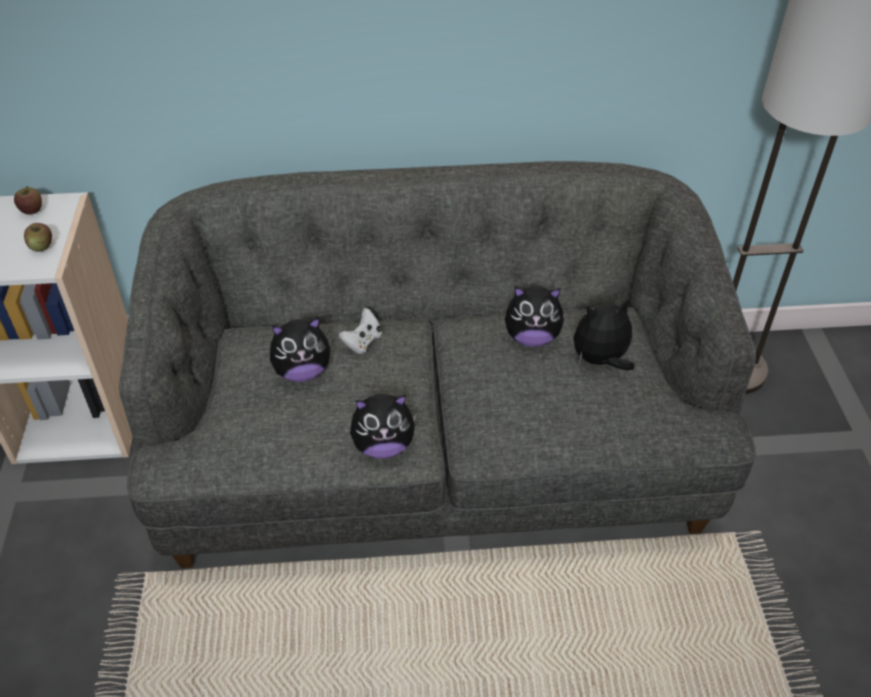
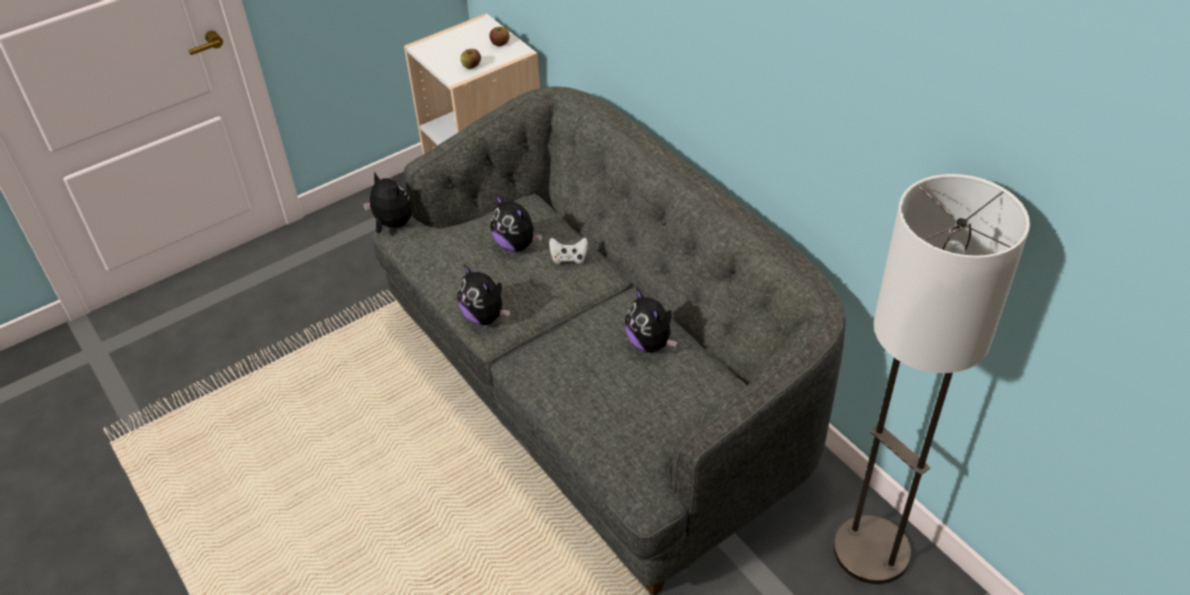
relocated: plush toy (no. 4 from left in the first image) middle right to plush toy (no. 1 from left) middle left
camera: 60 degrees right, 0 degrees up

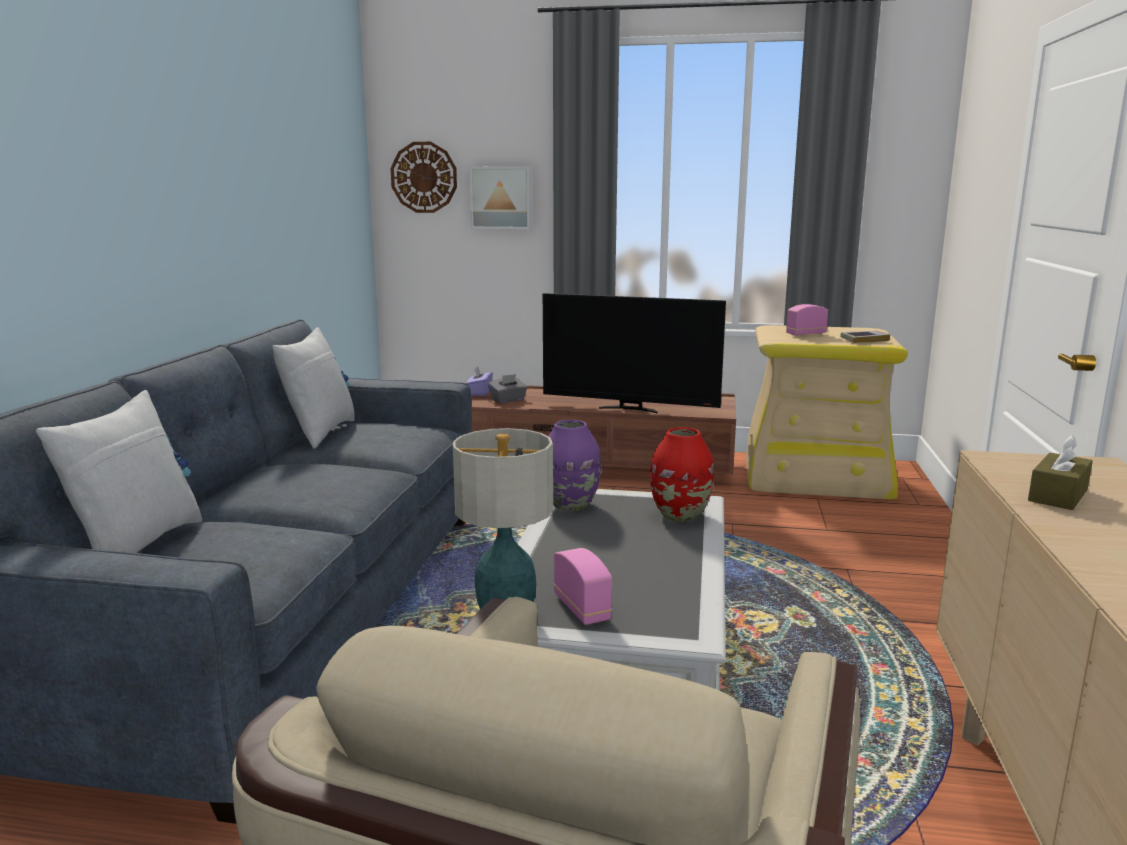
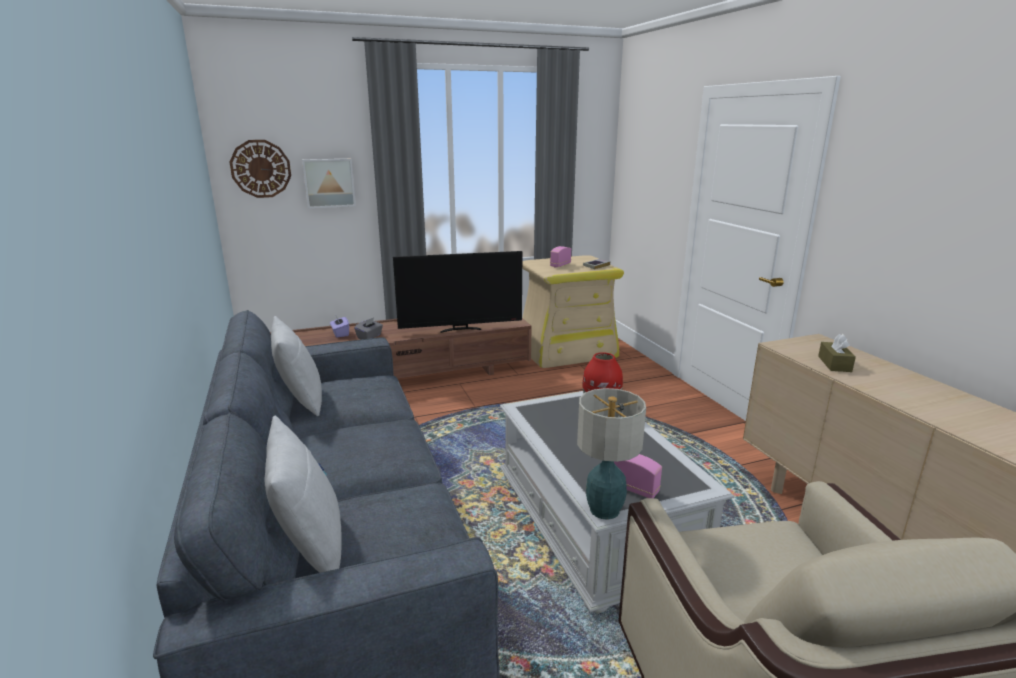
missing: vase (purple) centre
camera: 30 degrees left, 5 degrees up

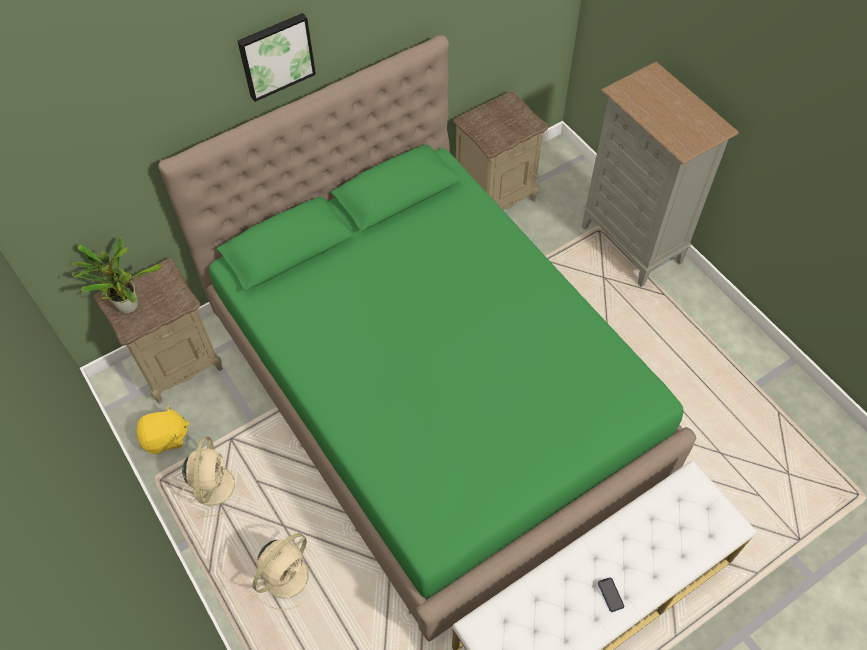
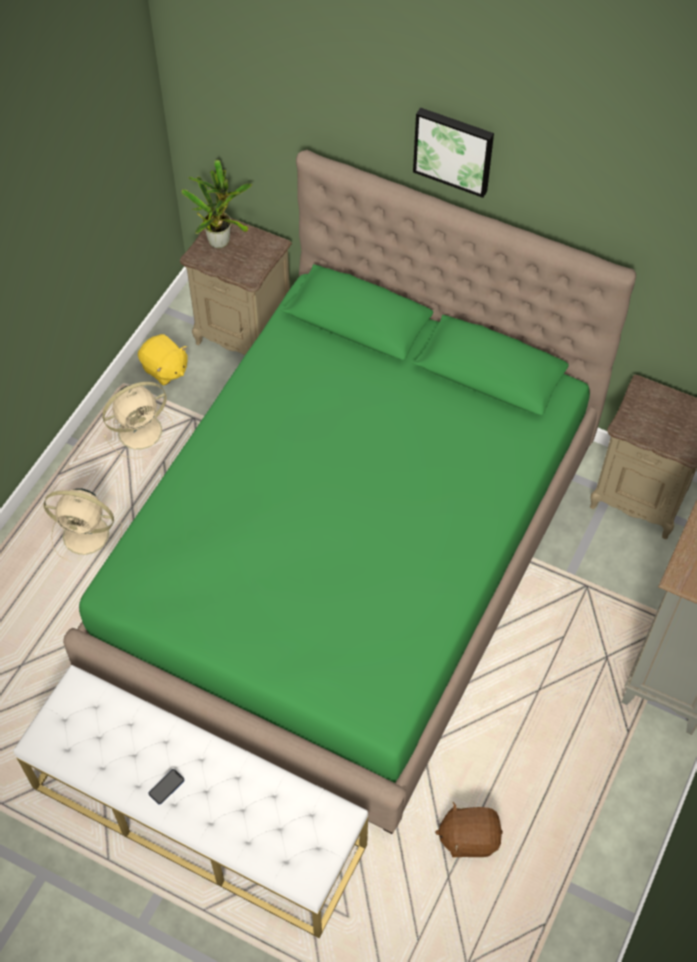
appeared: plush toy (brown) bottom right
camera: 60 degrees right, 0 degrees up

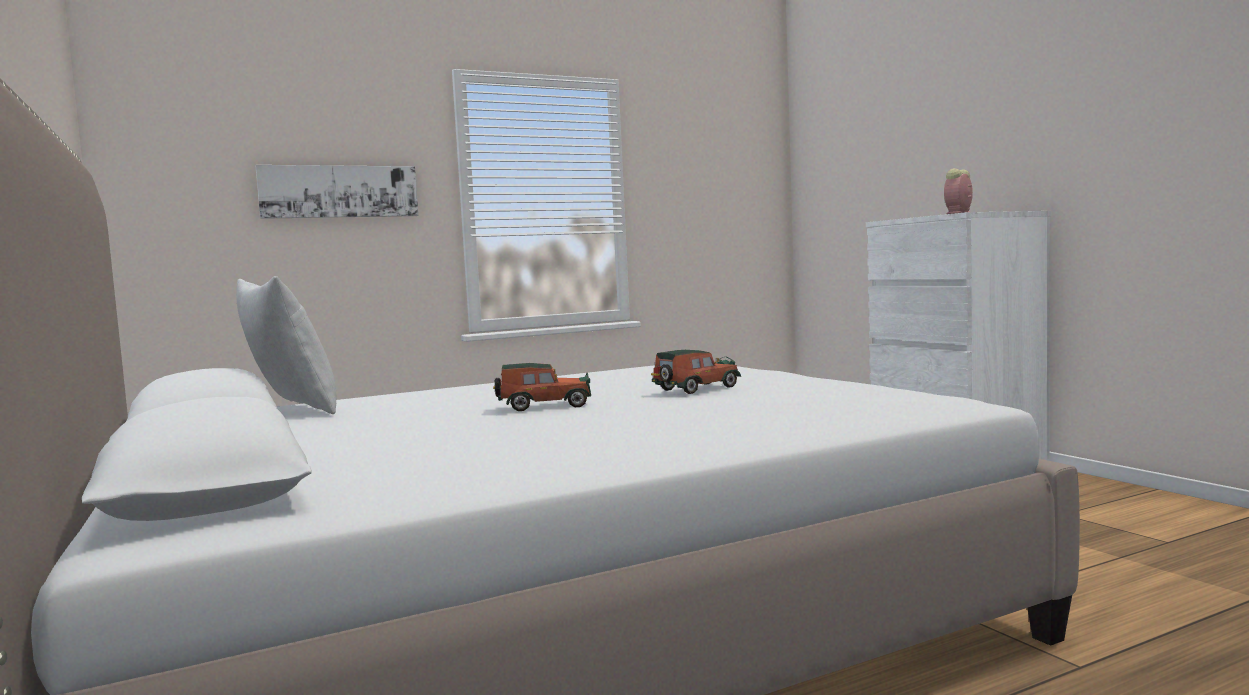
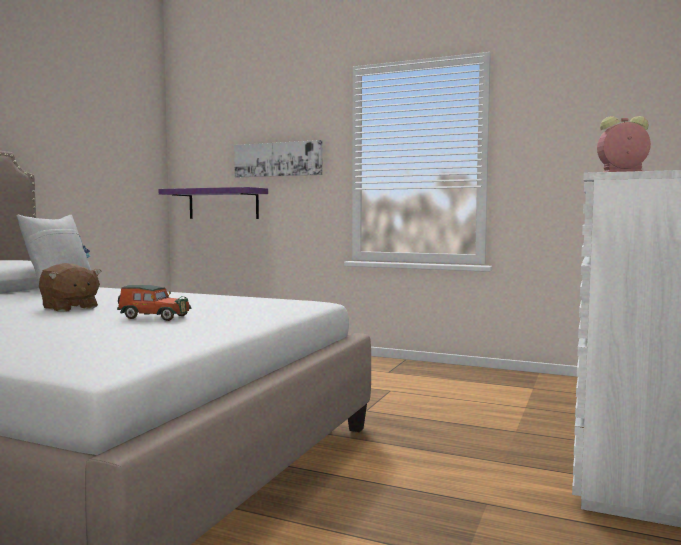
appeared: shelf (purple) middle left
exchanged: toy car (no. 1 from left) centre to plush toy (brown) middle left
camera: 50 degrees right, 0 degrees up

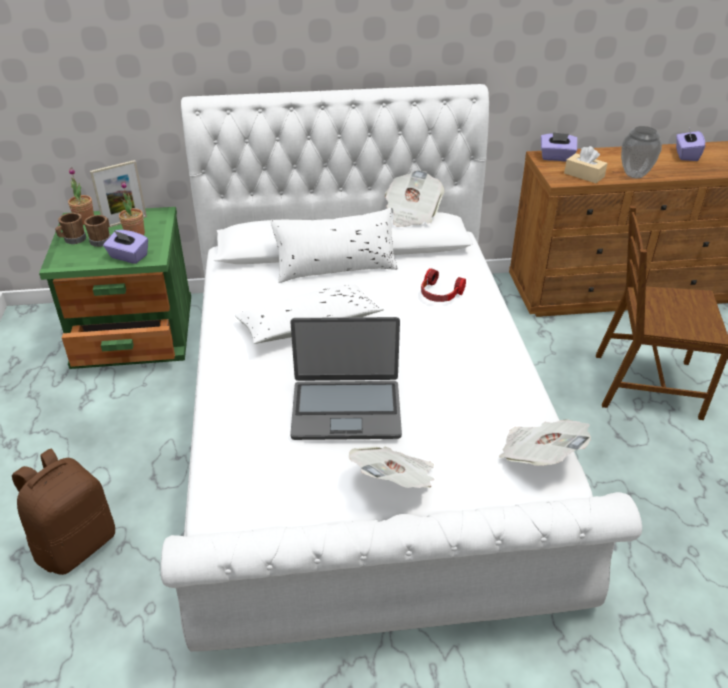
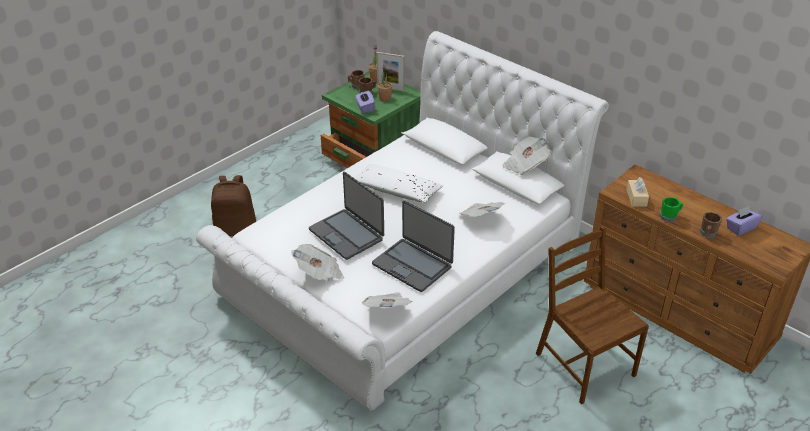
missing: pillow (white) (no. 2 from left) centre; tissue box (purple) (no. 2 from left) top right
appeared: laptop (no. 2 from left) centre; mug (brown) (no. 3 from left) middle right
exchanged: headphones centre to newspaper (no. 3 from left) centre; vase top right to mug (green) middle right
camera: 50 degrees right, 0 degrees up

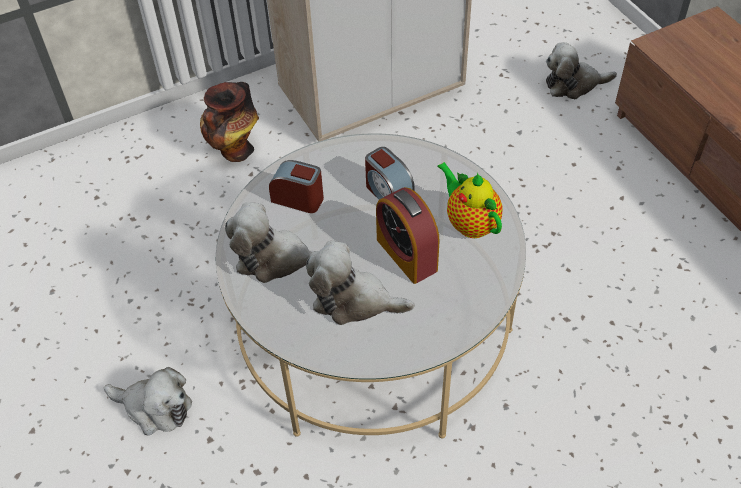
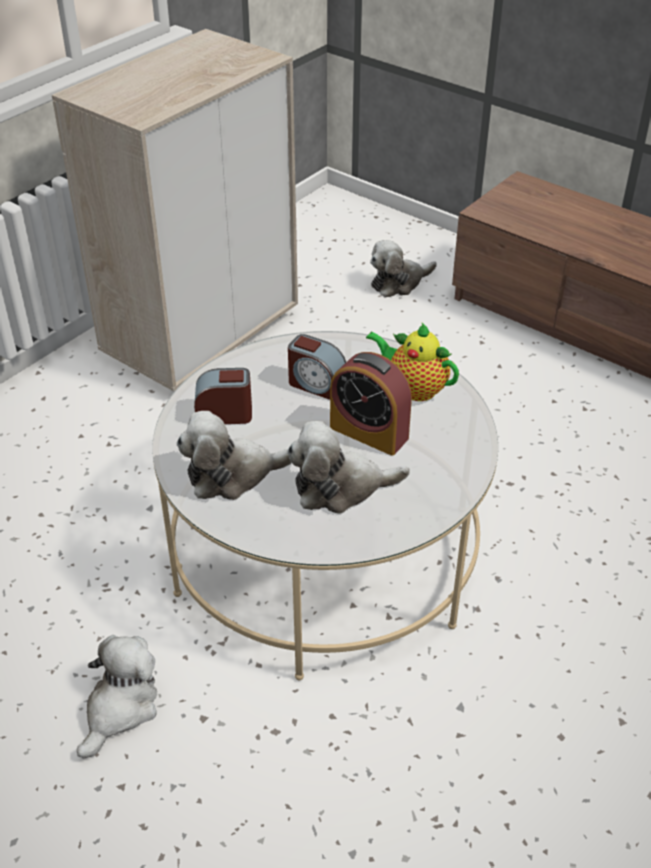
missing: vase top left
spun: plush toy (no. 1 from left) bottom left = bottom left 60 degrees counterclockwise
camera: 25 degrees left, 10 degrees down

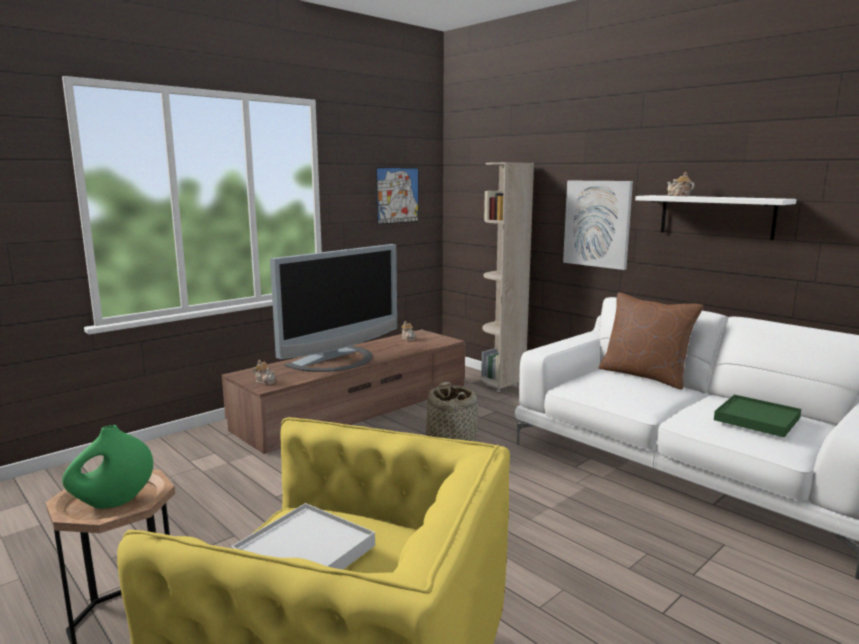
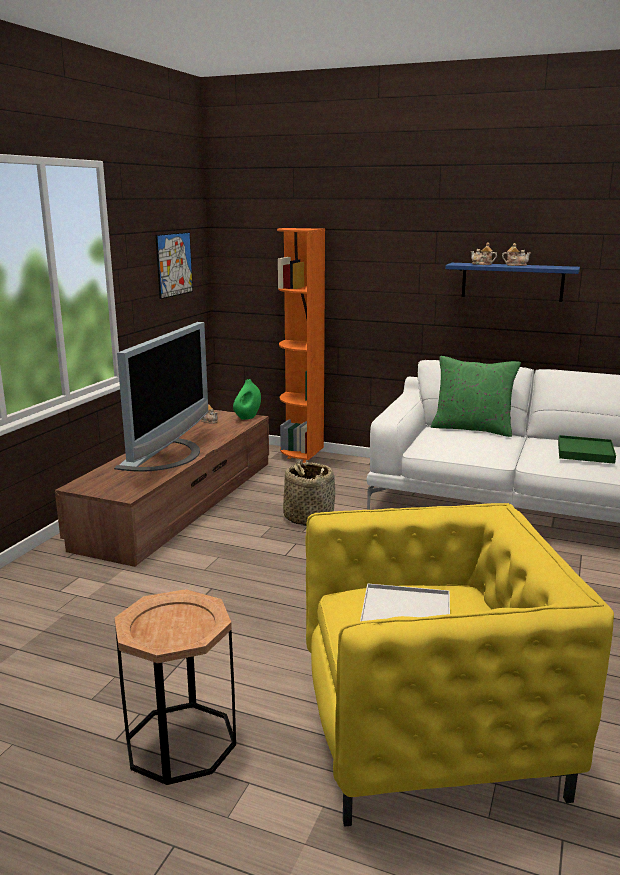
missing: picture (no. 2 from left) middle right
relocated: vase (green) bottom left to centre; teapot (no. 1 from left in the first image) middle left to teapot (no. 3 from left) top right
colour: bookcase (beige) centre to bookcase (orange) centre; pillow (brown) middle right to pillow (green) middle right; shelf (white) middle right to shelf (blue) top right
camera: 25 degrees left, 5 degrees up

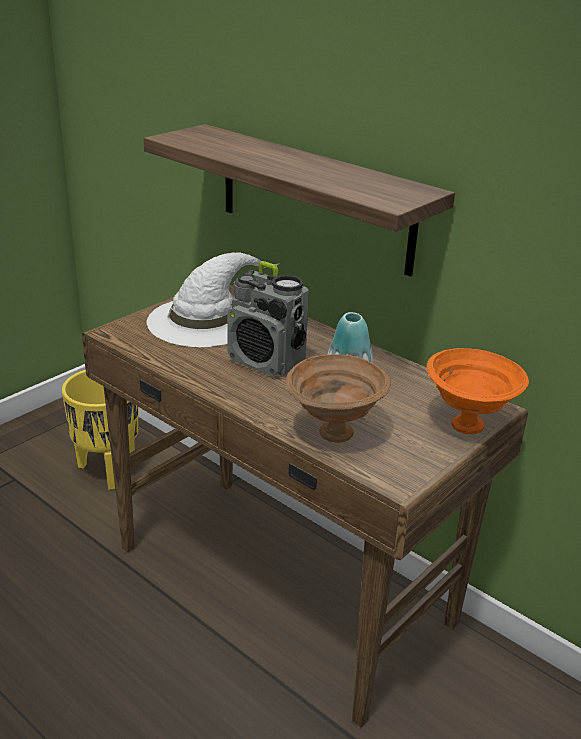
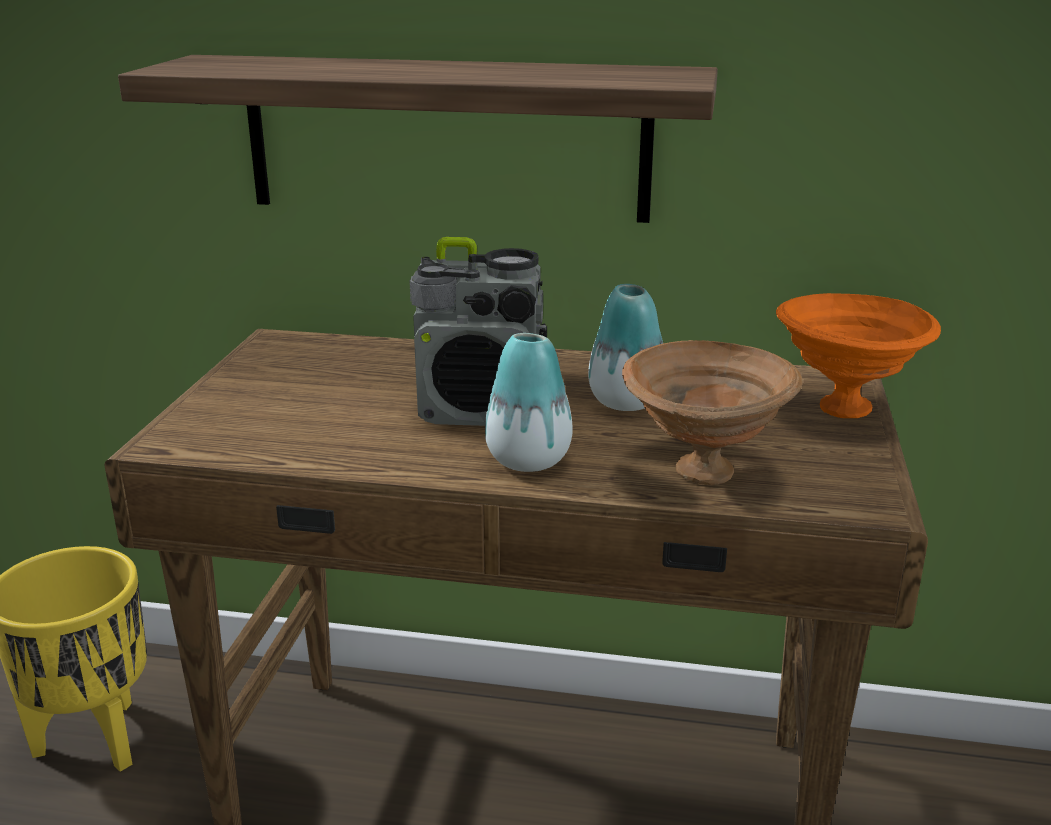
missing: hat (white) centre
appeared: vase (no. 1 from left) centre
camera: 30 degrees left, 5 degrees down

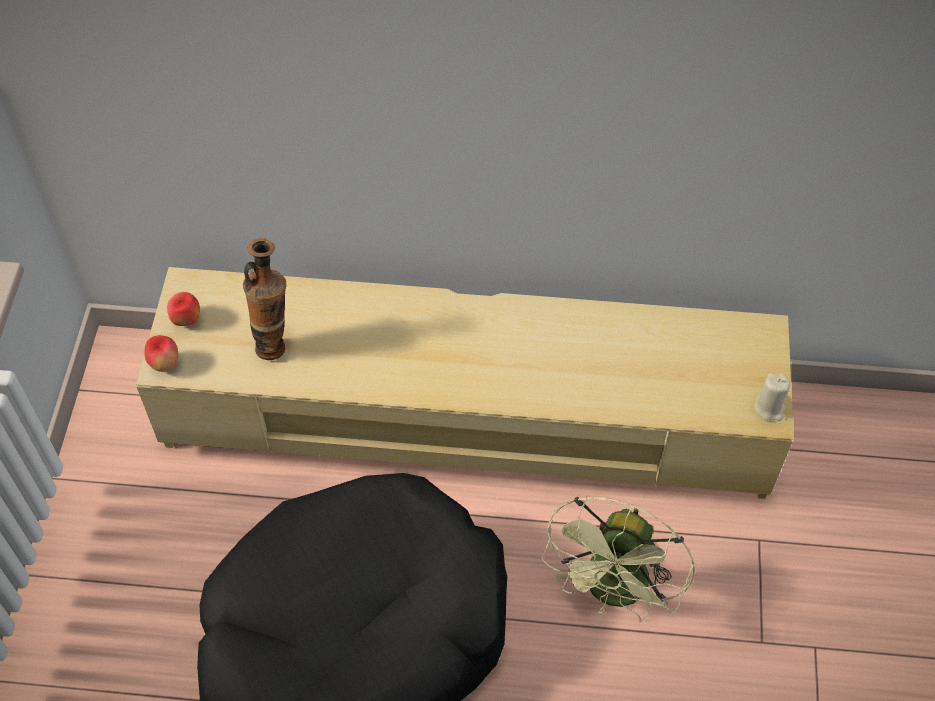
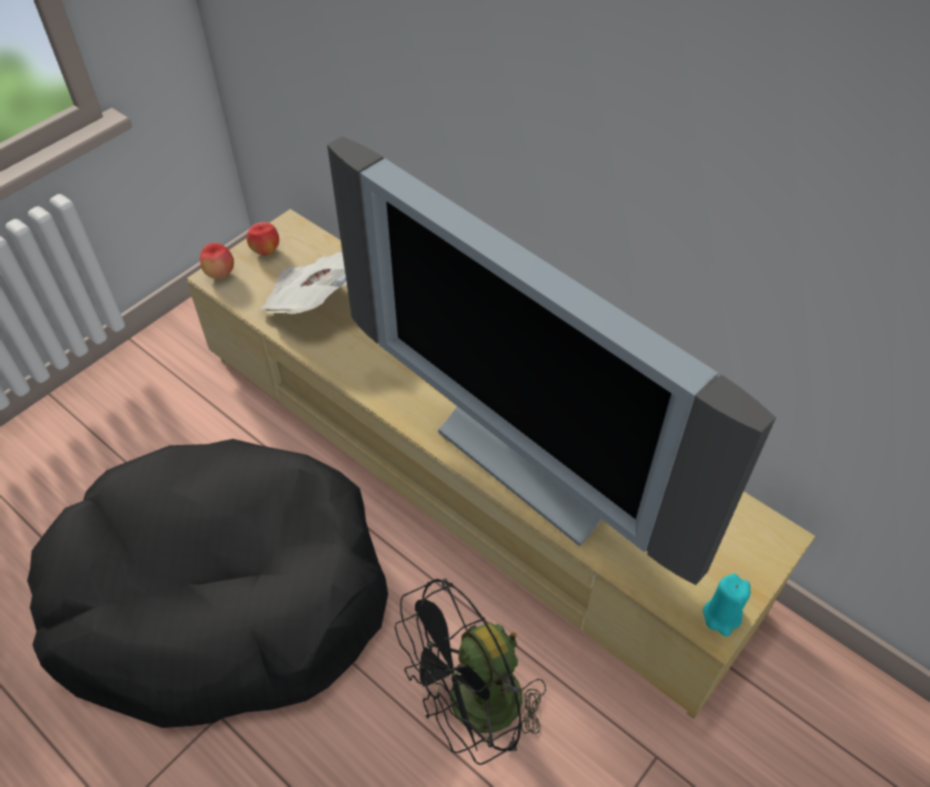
appeared: television centre
exchanged: vase middle left to newspaper middle left
colour: fan (green) bottom centre to fan (black) bottom centre; candle (beige) middle right to candle (turquoise) bottom right
camera: 35 degrees right, 5 degrees down

